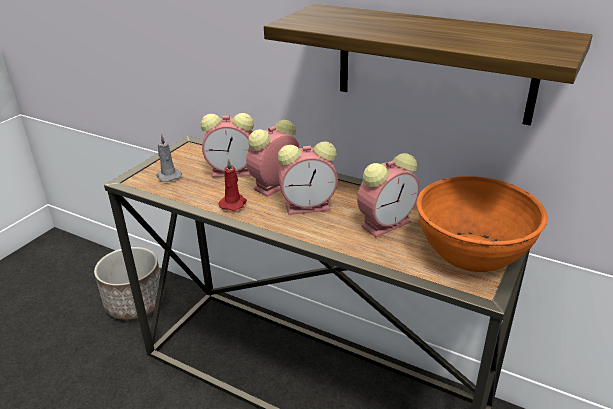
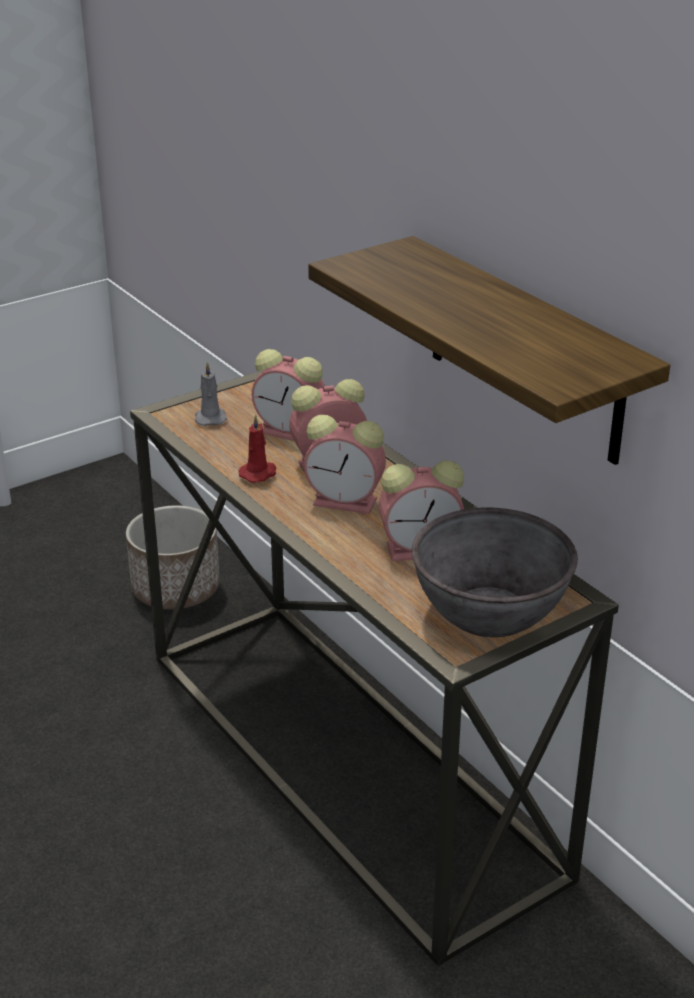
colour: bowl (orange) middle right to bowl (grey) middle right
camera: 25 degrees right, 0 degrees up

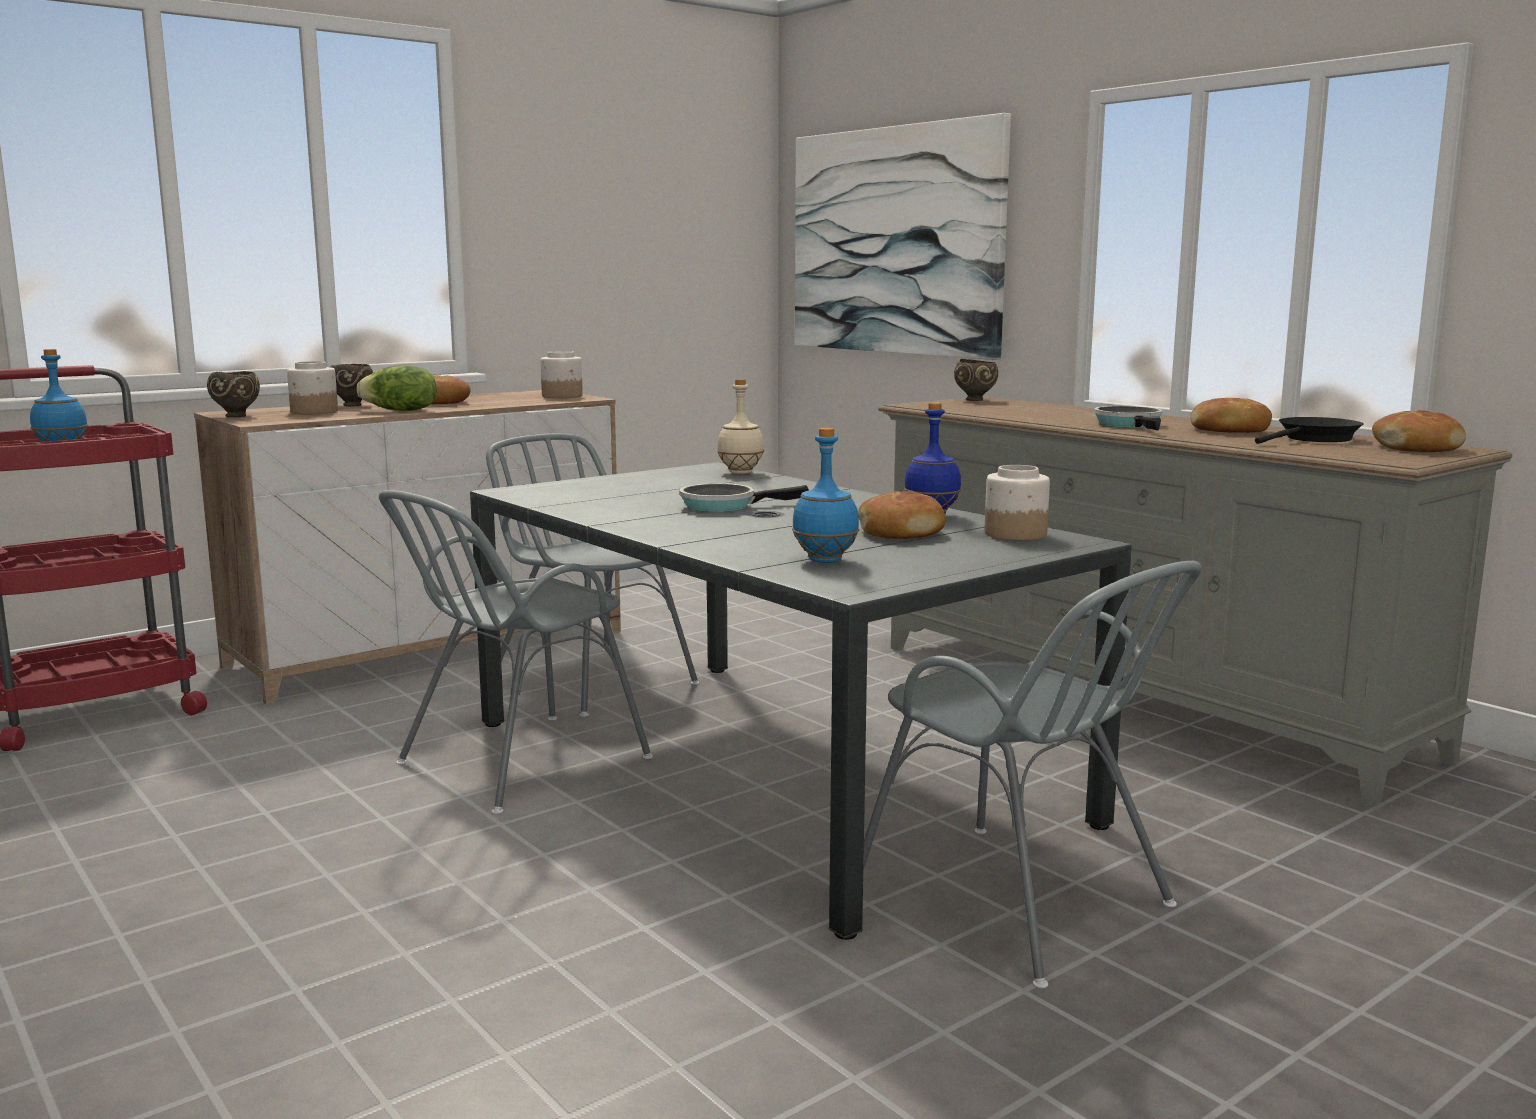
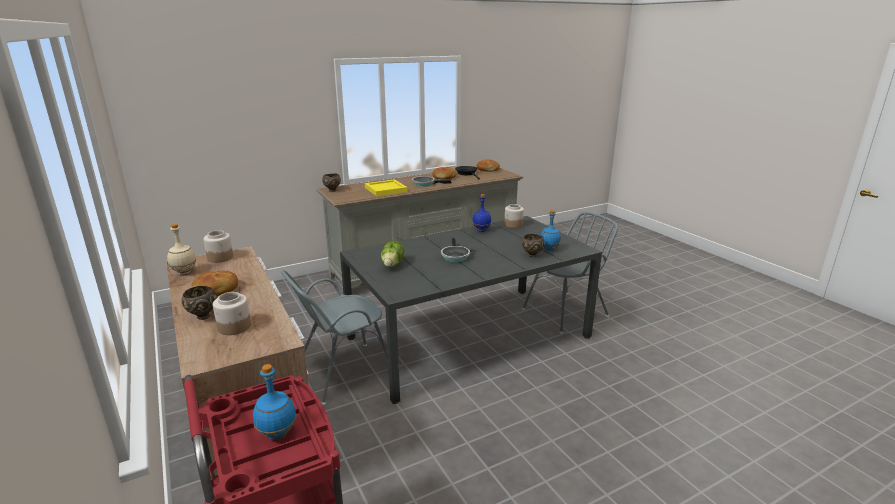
missing: chair (grey) (no. 1 from left) centre; picture top centre; bread (no. 2 from left) centre
appeared: tray (yellow) centre
relocated: bowl (brown) (no. 1 from left in the first image) middle left to bowl (brown) (no. 3 from left) centre; lettuce middle left to centre; bottle (beige) centre to middle left
camera: 80 degrees left, 10 degrees up

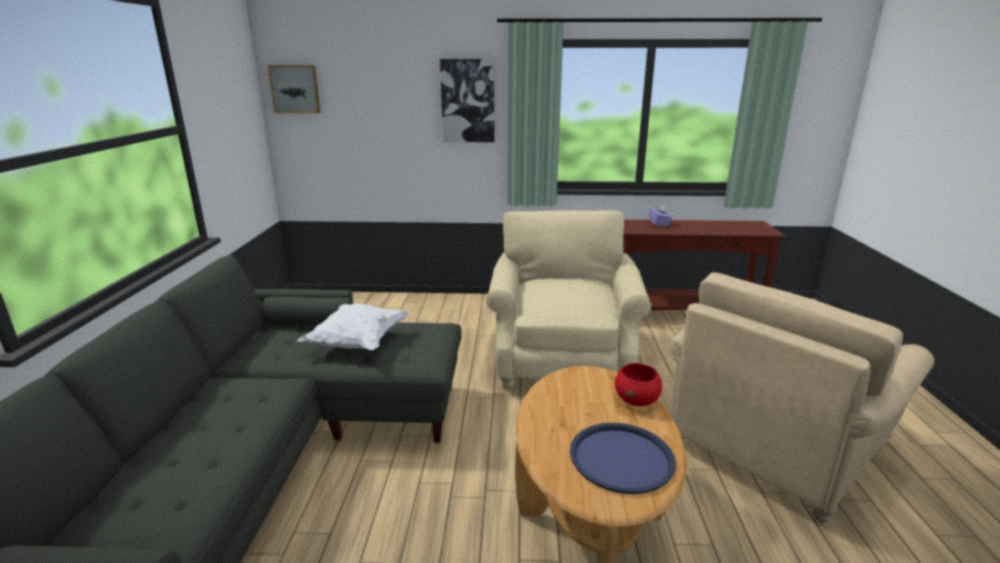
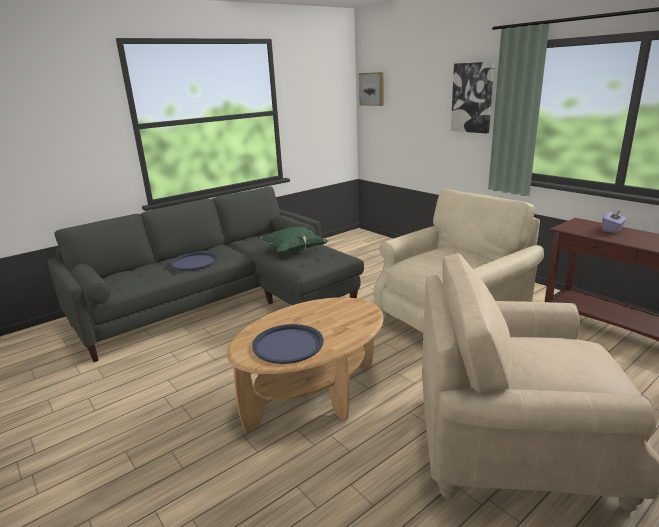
missing: bowl (red) bottom centre
appeared: tray (blue) (no. 1 from left) middle left
colour: pillow (white) centre to pillow (green) centre
camera: 50 degrees right, 0 degrees up

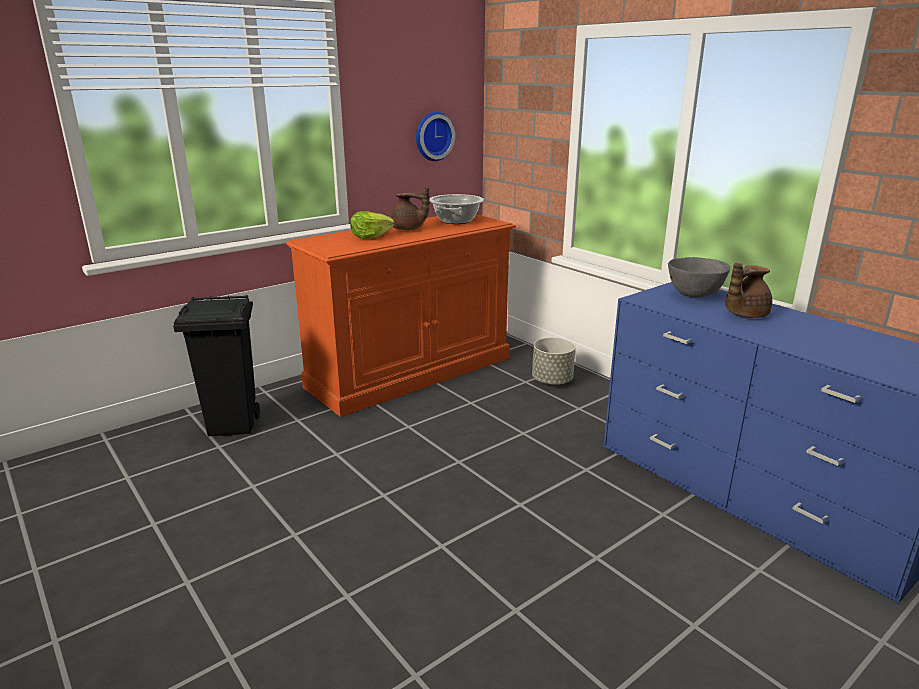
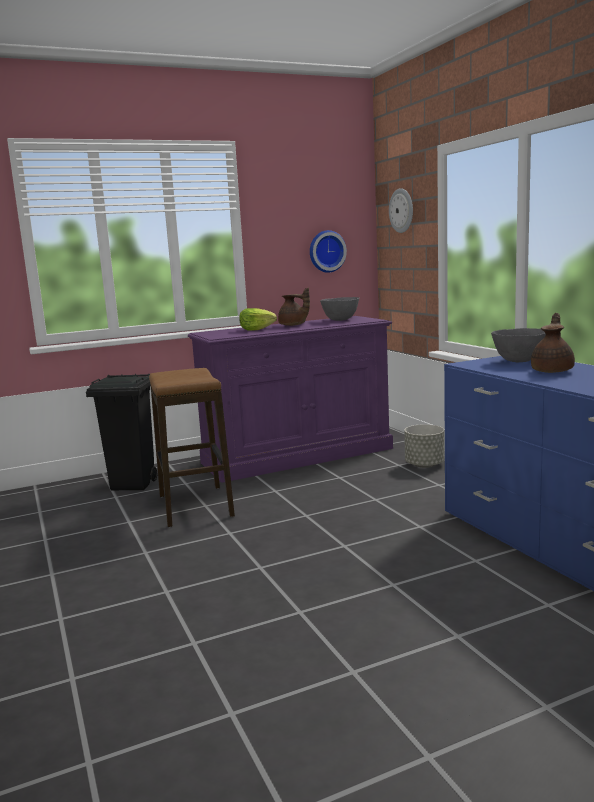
appeared: stool middle left; wall clock (no. 2 from left) top right
exchanged: cooking pot top centre to bowl (grey) (no. 1 from left) centre
colour: cabinet (orange) centre to cabinet (purple) centre
spun: teapot (brown) (no. 2 from left) middle right = middle right 135 degrees clockwise
camera: 15 degrees right, 10 degrees down

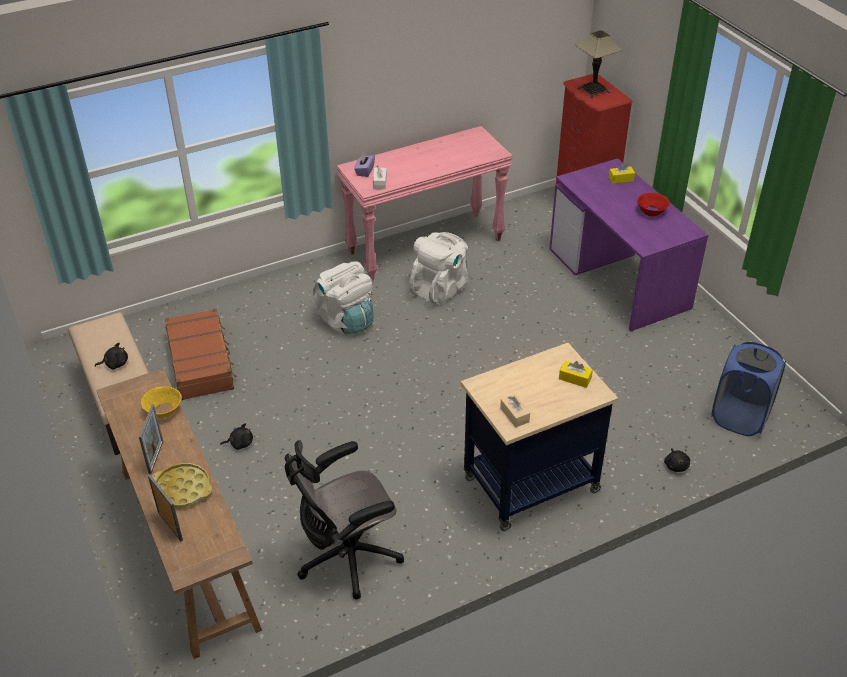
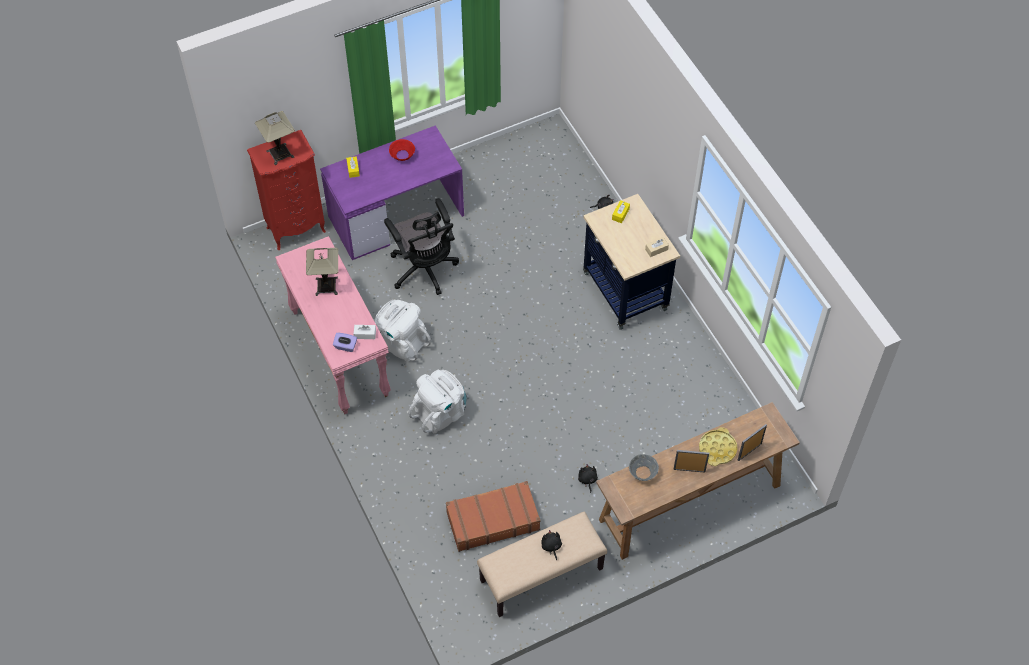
missing: laundry basket (blue) middle right
appeared: table lamp (no. 2 from left) middle left
relocated: office chair bottom centre to centre
colour: bowl (yellow) middle left to bowl (grey) bottom centre
camera: 90 degrees left, 15 degrees up

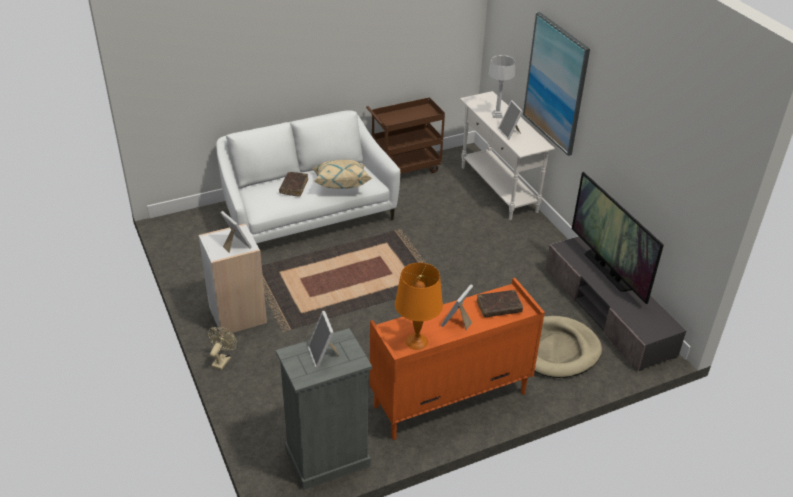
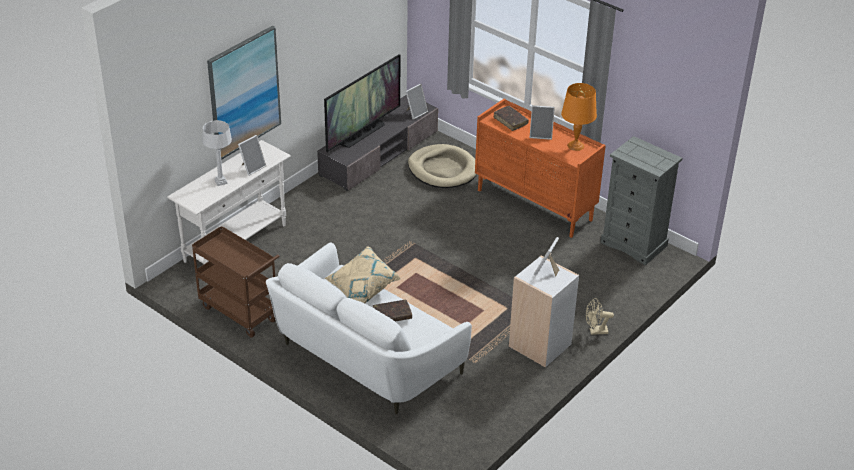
relocated: picture frame (no. 2 from left) bottom centre to top centre
camera: 115 degrees left, 0 degrees up

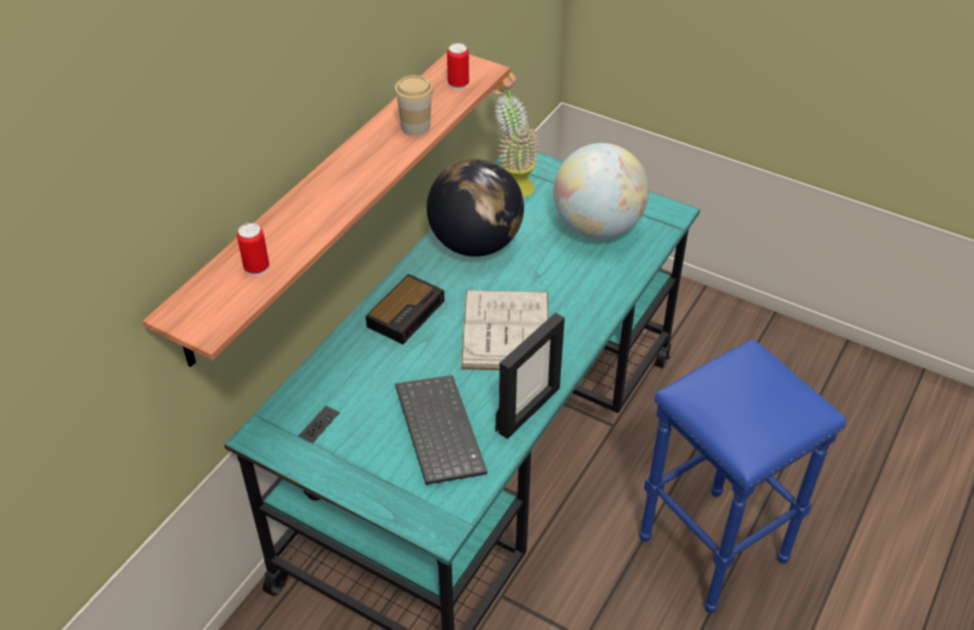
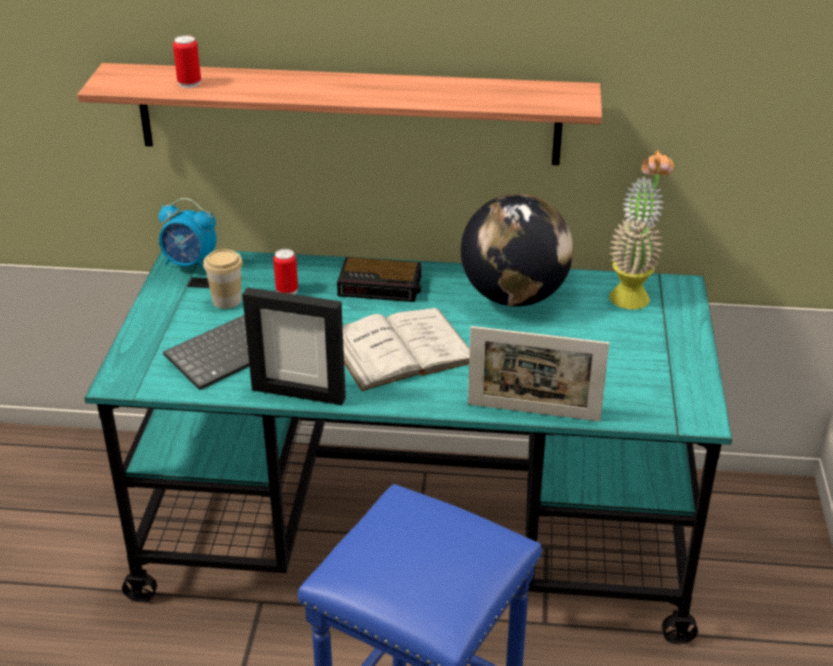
missing: globe (no. 2 from left) top centre
appeared: alarm clock (no. 1 from left) middle left; picture frame (no. 2 from left) centre
relocated: cup top centre to middle left; can (no. 2 from left) top centre to centre
camera: 65 degrees right, 10 degrees down

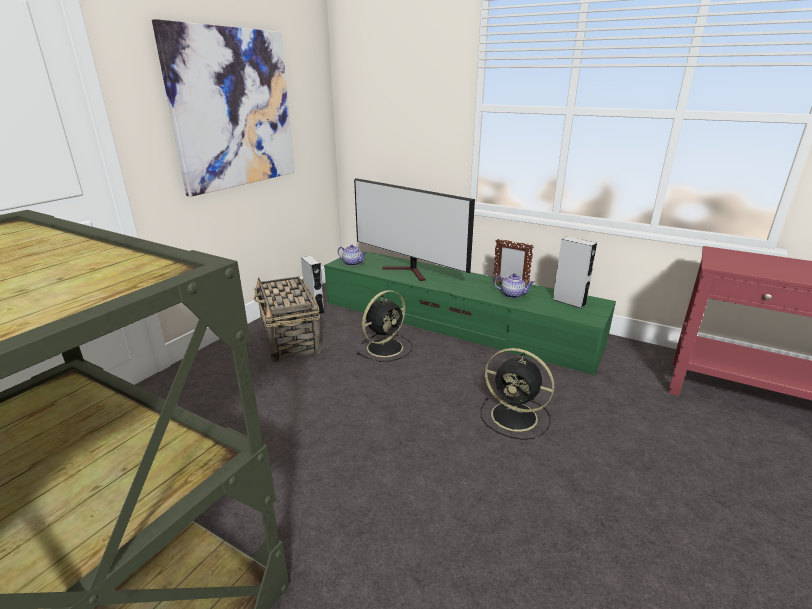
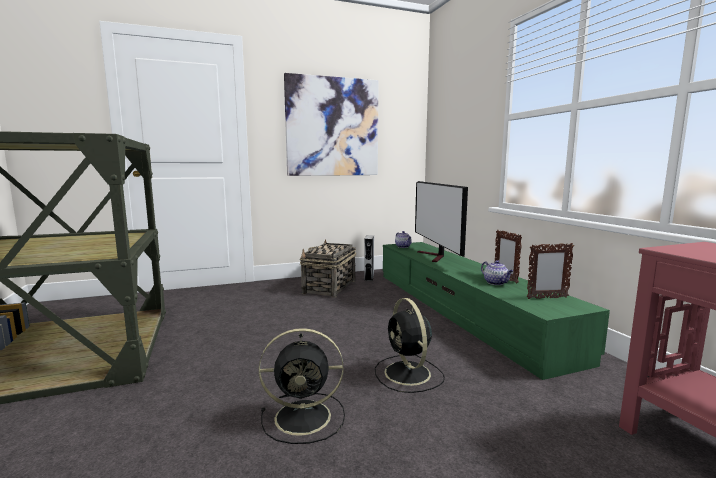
relocated: fan (black) (no. 1 from left) centre to bottom centre
exchanged: speaker (grey) (no. 2 from left) middle right to picture frame (no. 2 from left) middle right
camera: 40 degrees right, 15 degrees down

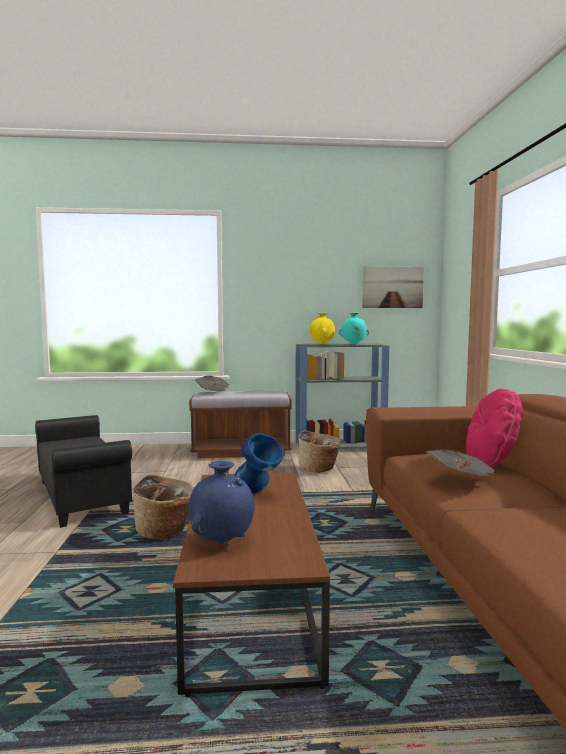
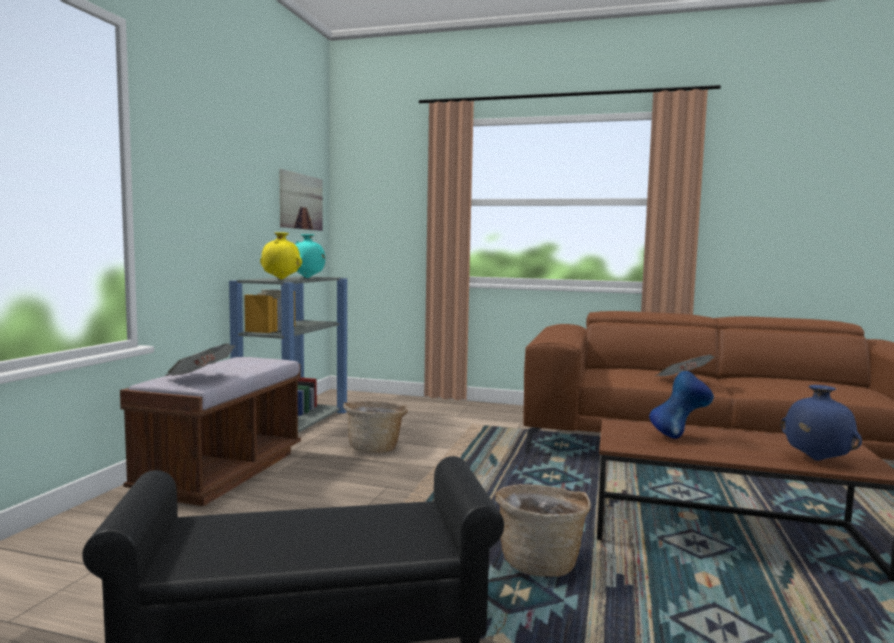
missing: pillow (pink) middle right
camera: 70 degrees left, 0 degrees up

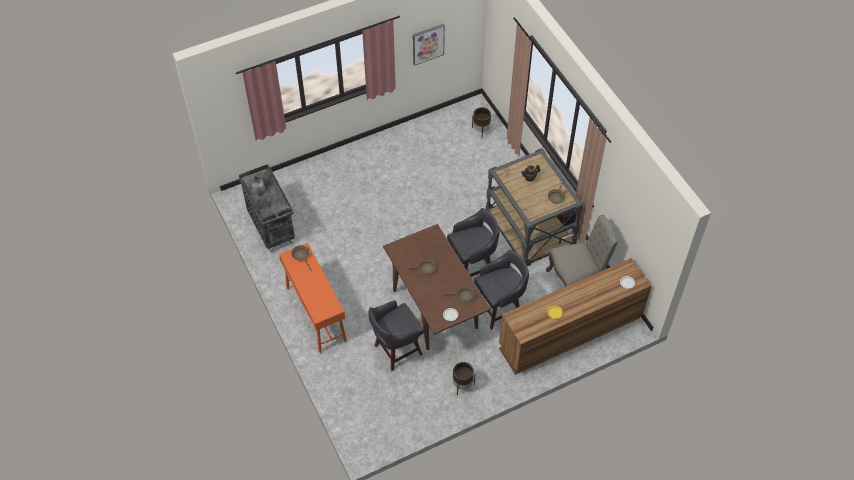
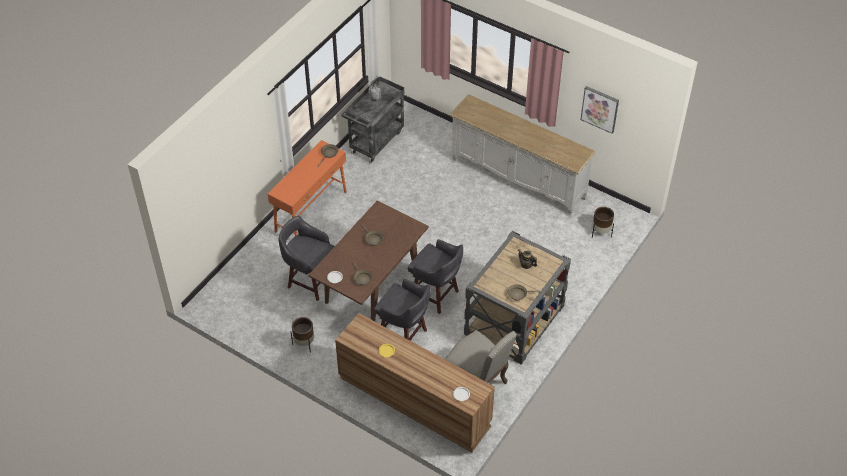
appeared: cabinet (grey) top centre
camera: 60 degrees right, 5 degrees down

